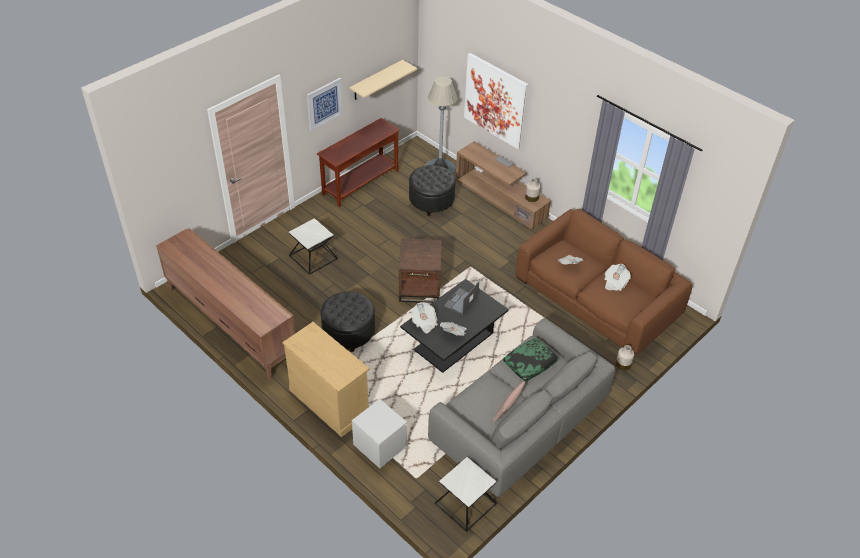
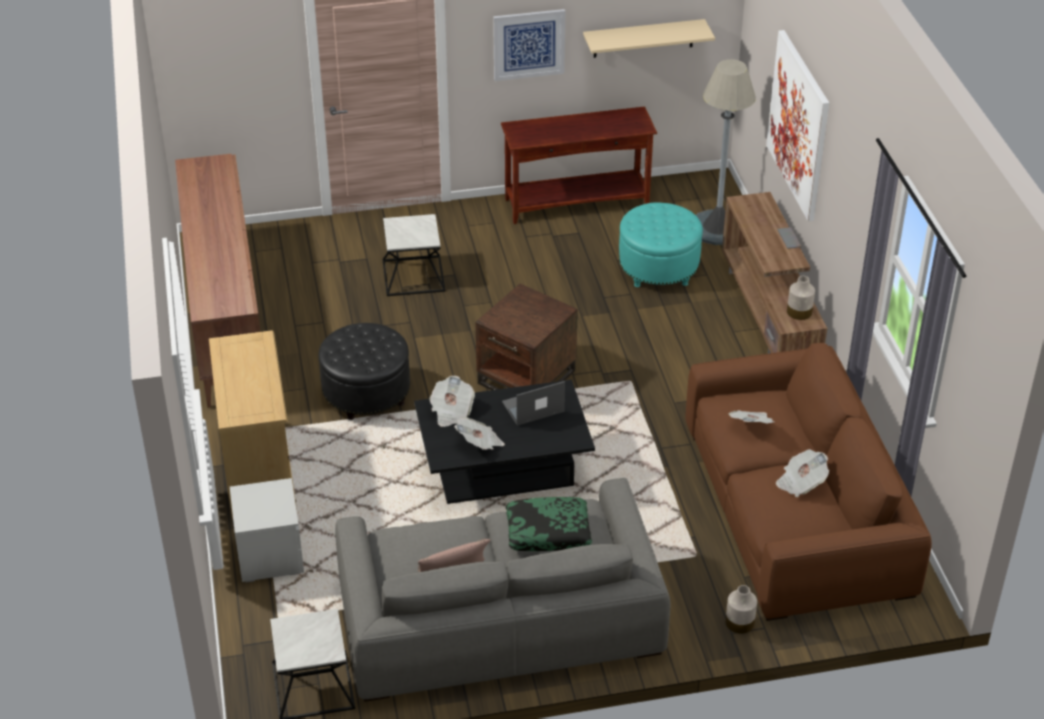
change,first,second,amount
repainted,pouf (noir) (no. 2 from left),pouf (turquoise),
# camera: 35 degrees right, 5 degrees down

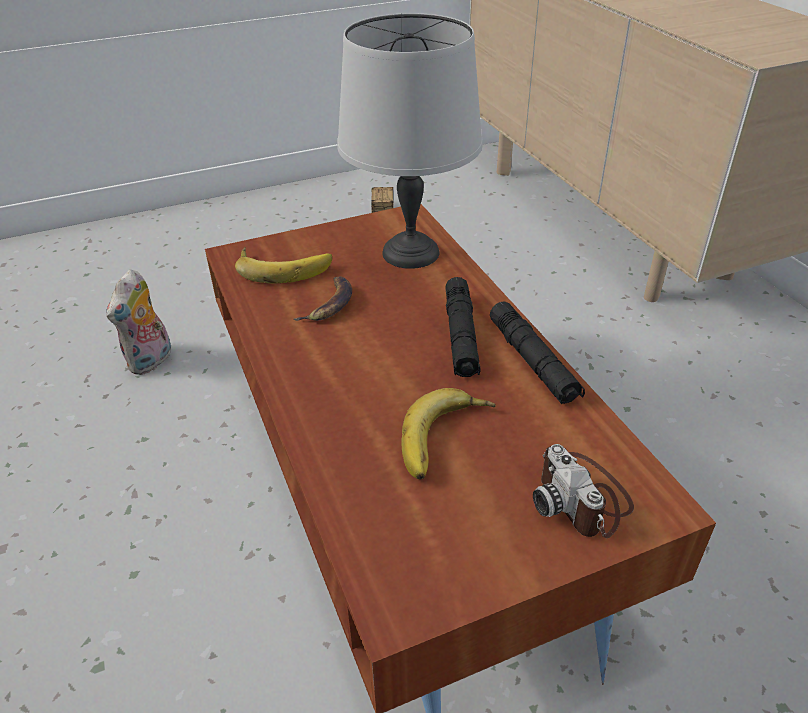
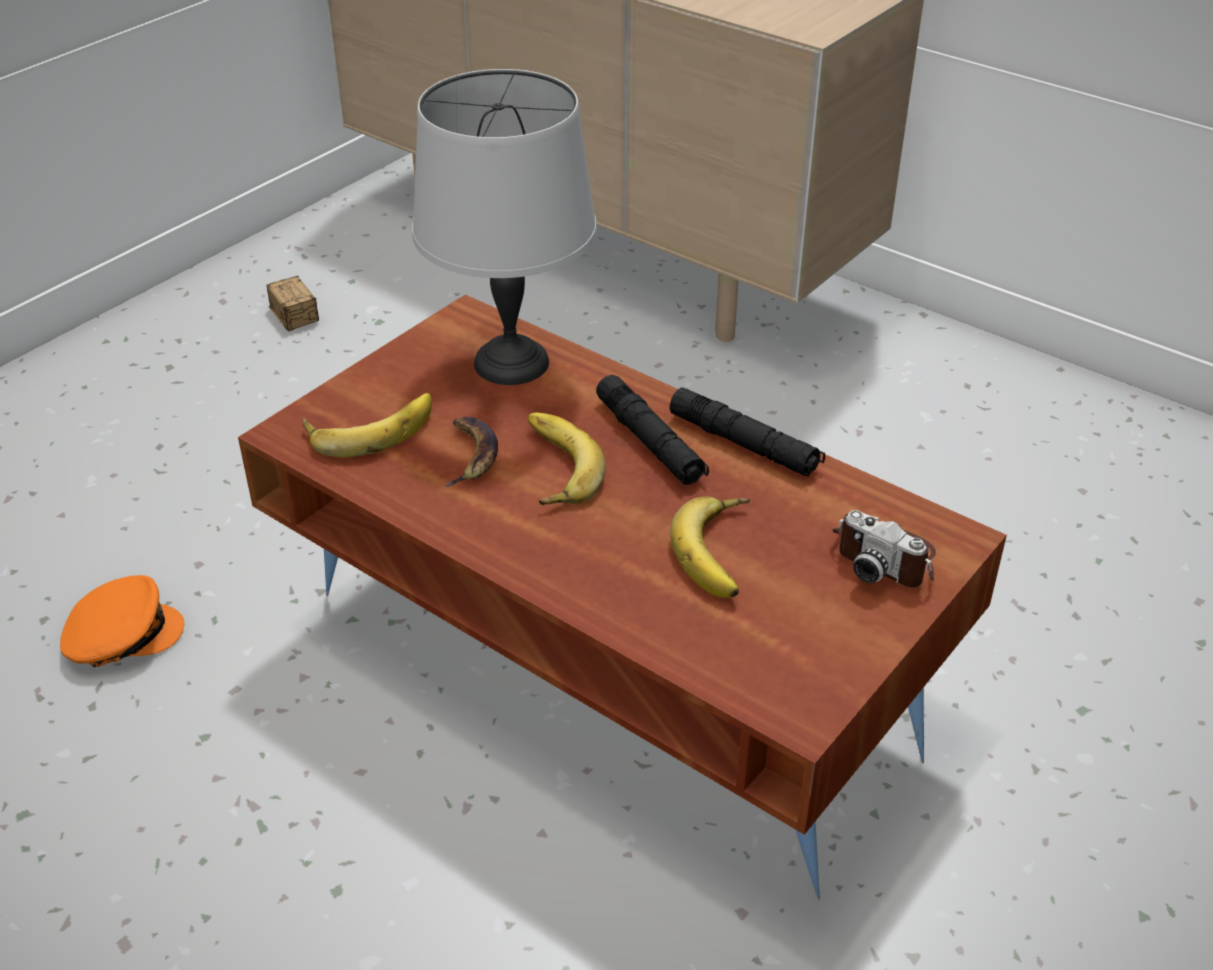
change,first,second,amount
swapped,peluche,casquette (orange),
new,,banane (no. 3 from left),
# camera: 30 degrees left, 0 degrees up

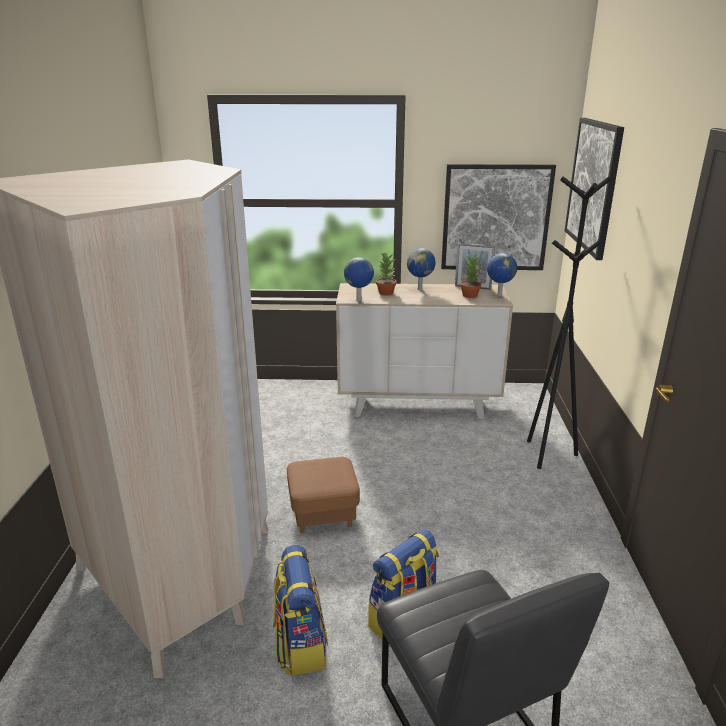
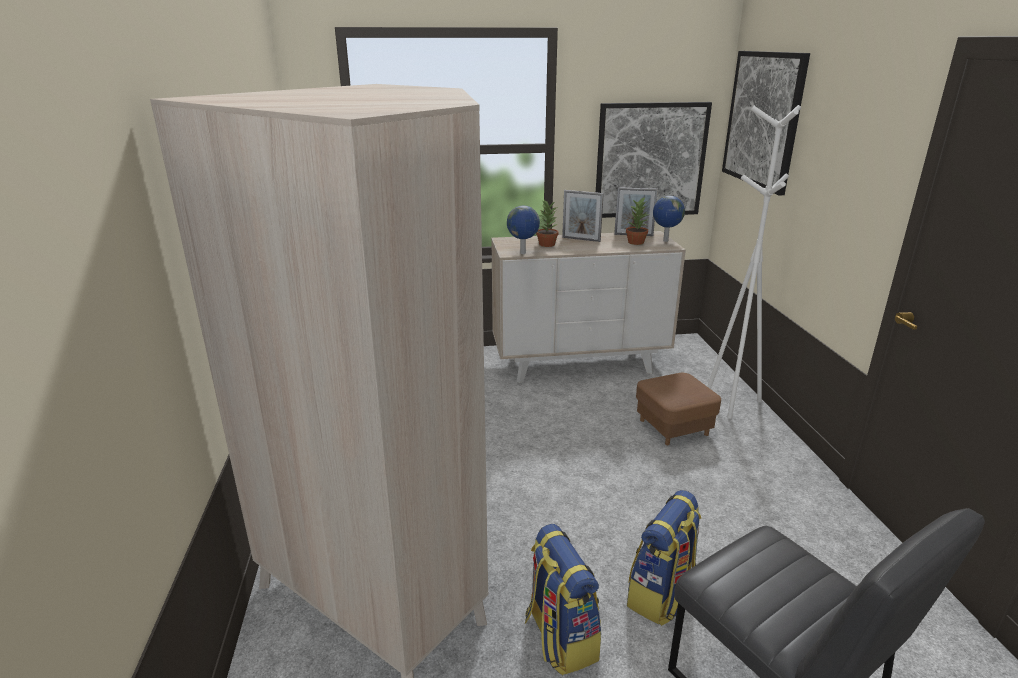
change,first,second,amount
shifted,pouf (marron),,
swapped,globe (no. 2 from left),cadre photo (no. 1 from left),
repainted,portant (noir),portant (blanc),
# camera: 10 degrees left, 0 degrees up

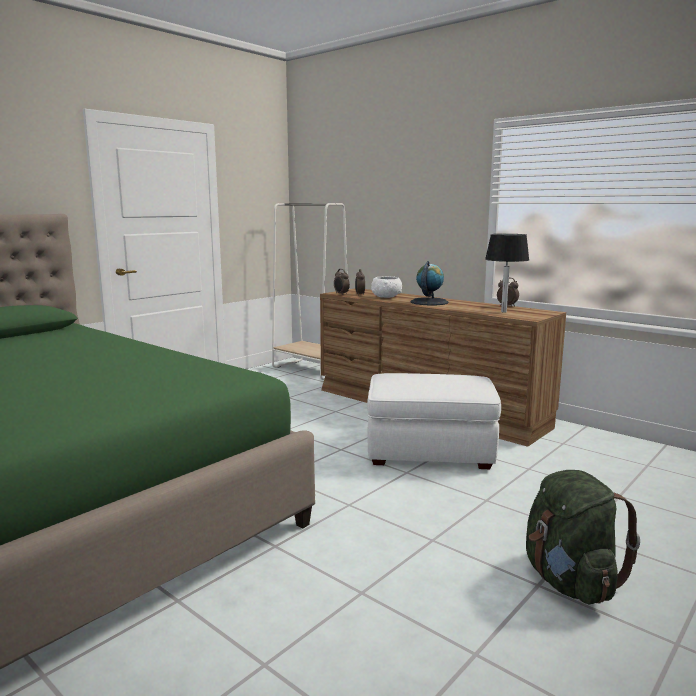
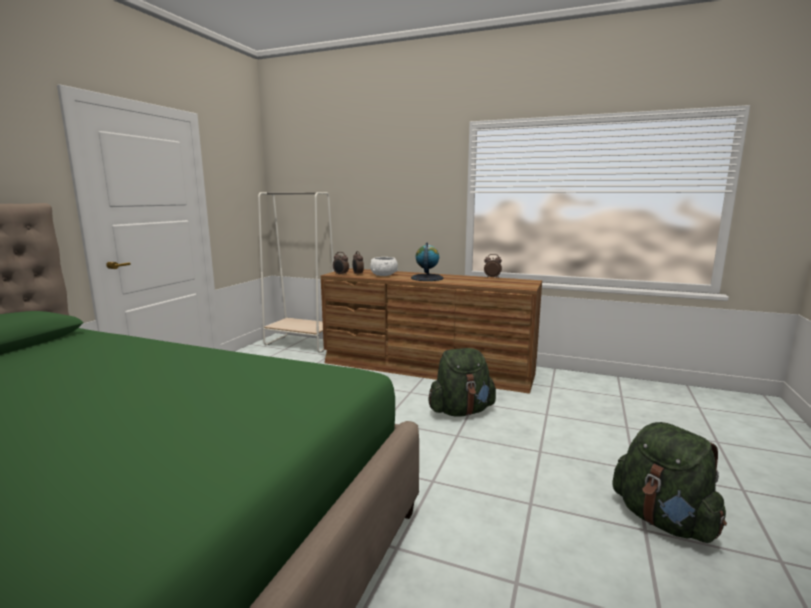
change,first,second,amount
swapped,pouf (blanc),sac à dos (vert) (no. 1 from left),
gone,lampe de table (noir),,
# camera: 20 degrees left, 0 degrees up

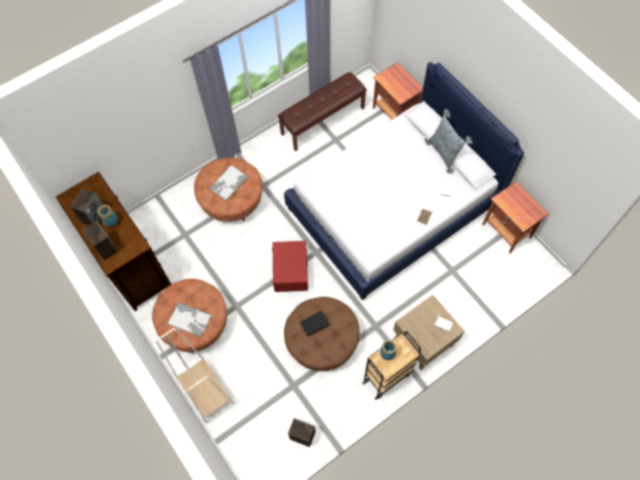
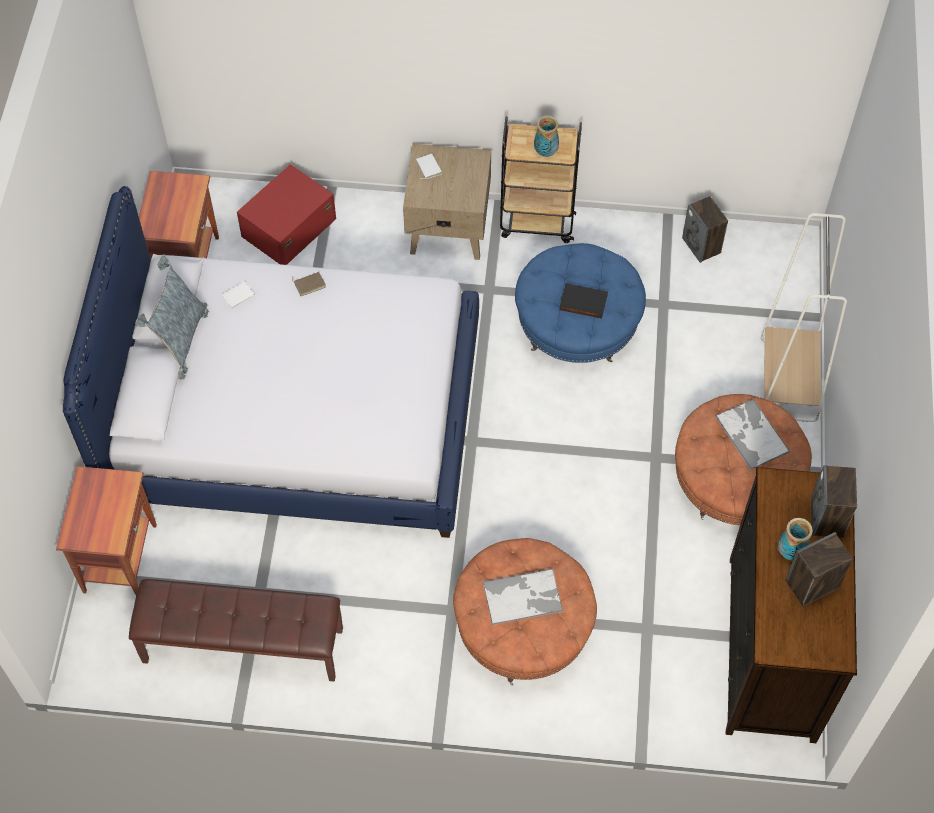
change,first,second,amount
shifted,boîte de rangement (rouge),,
repainted,pouf (marron) (no. 3 from left),pouf (bleu),
# camera: 140 degrees left, 5 degrees down

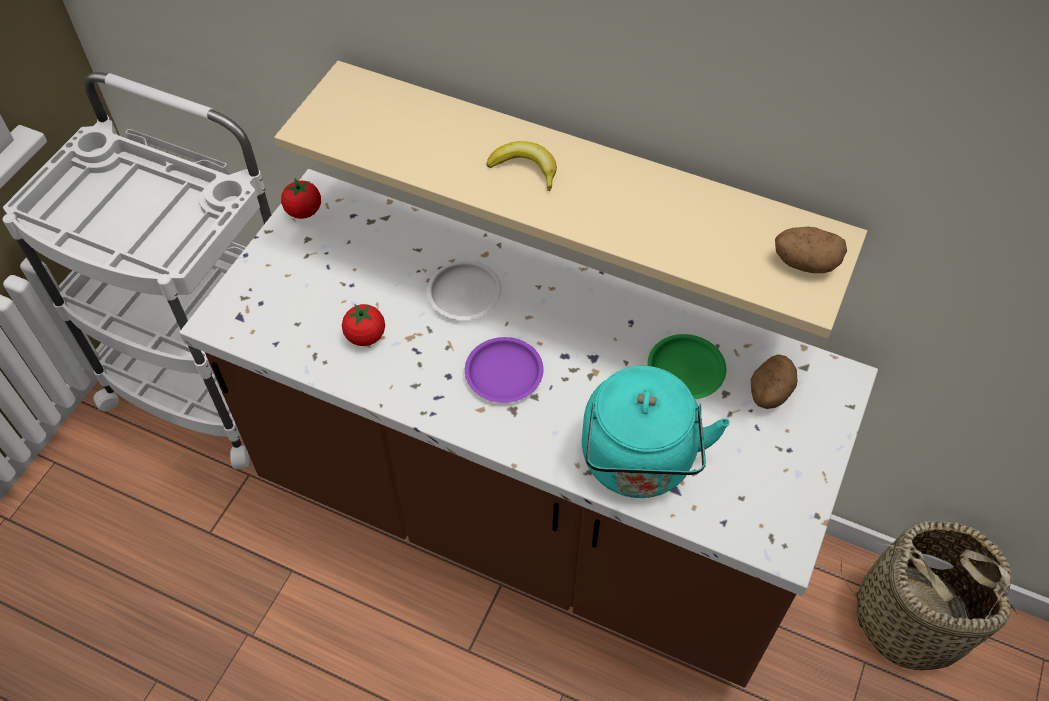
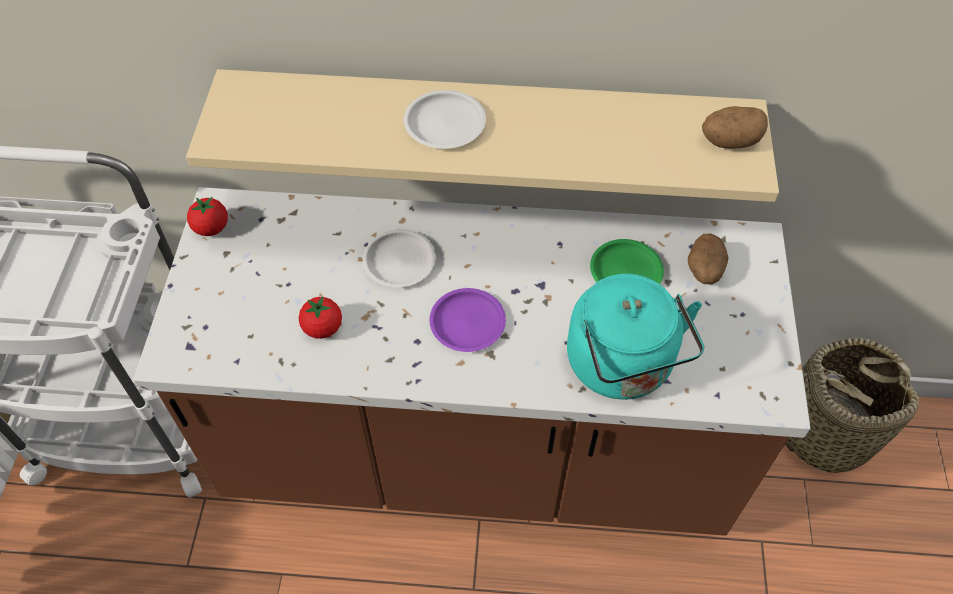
change,first,second,amount
swapped,banane,assiette (blanc) (no. 2 from left),
# camera: 20 degrees left, 0 degrees up

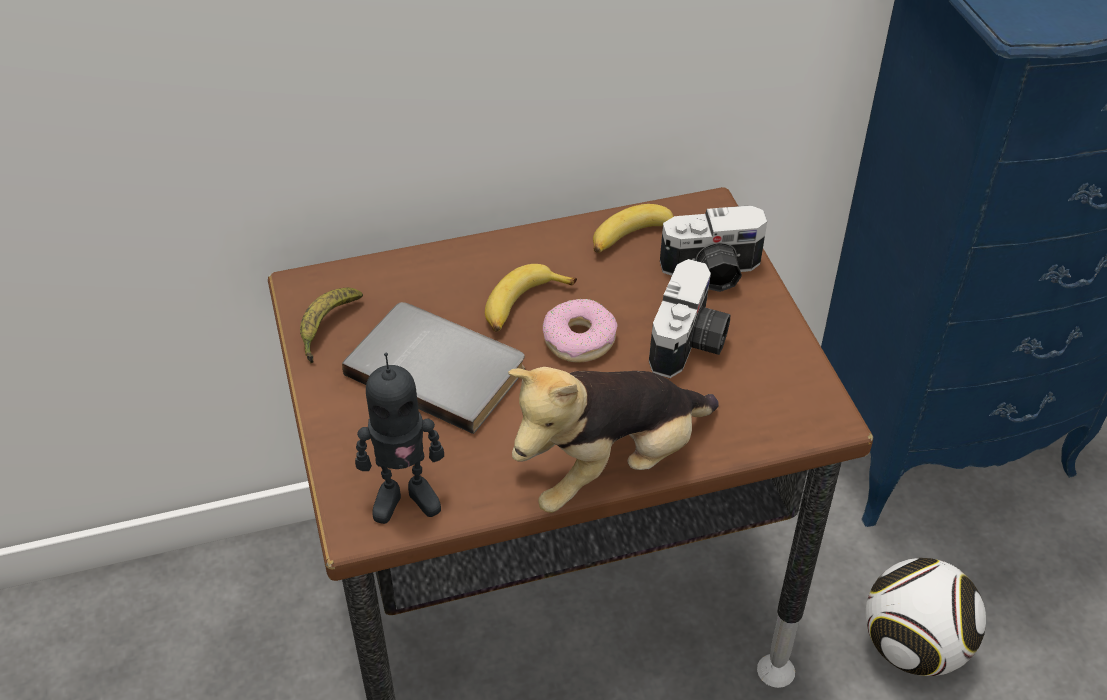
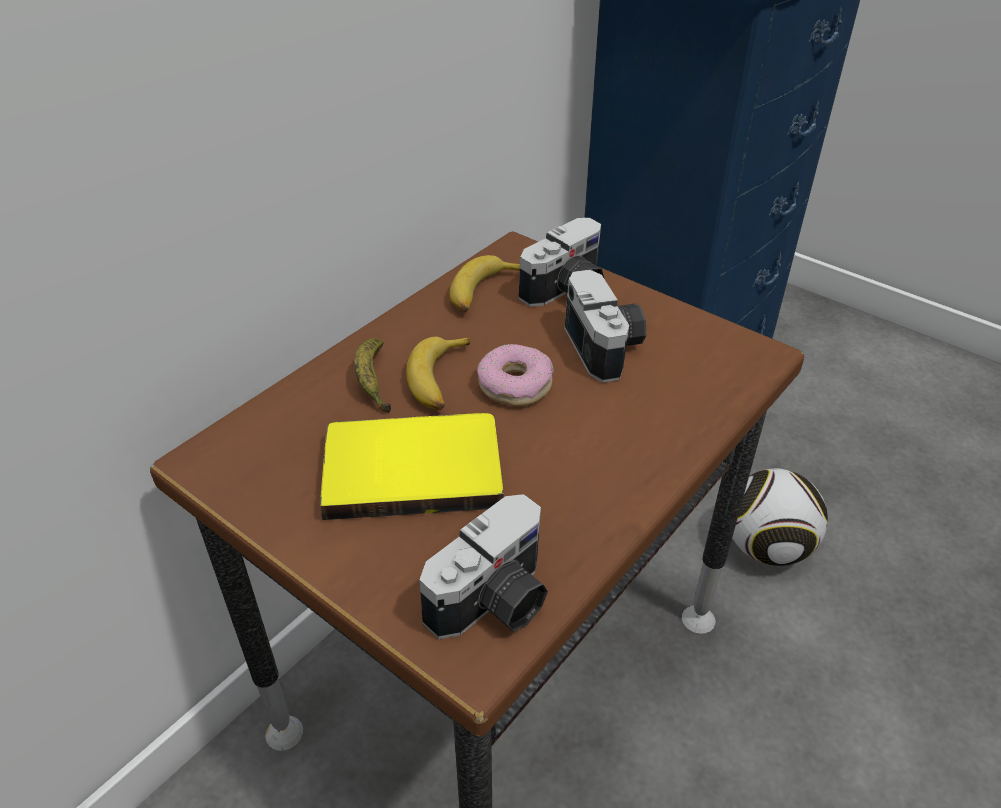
change,first,second,amount
shifted,banane (no. 1 from left),,
repainted,livre (gris),livre (jaune),
swapped,robot jouet,appareil photo (no. 1 from left),
gone,peluche,,
# camera: 35 degrees left, 5 degrees down

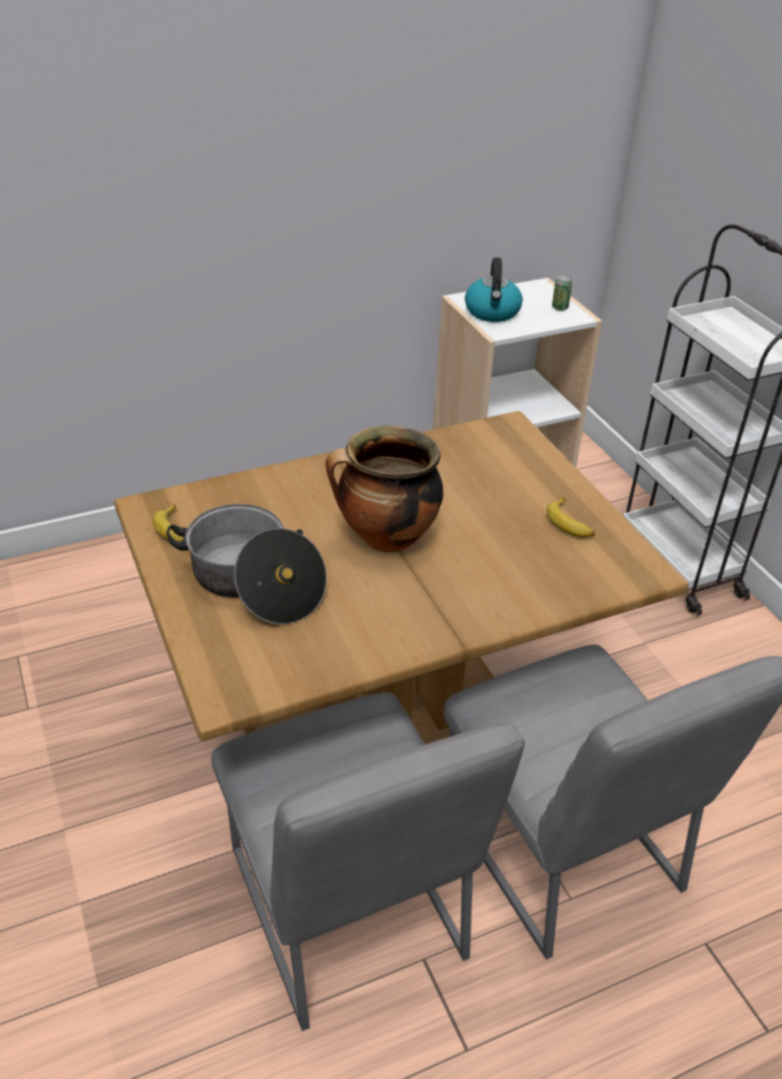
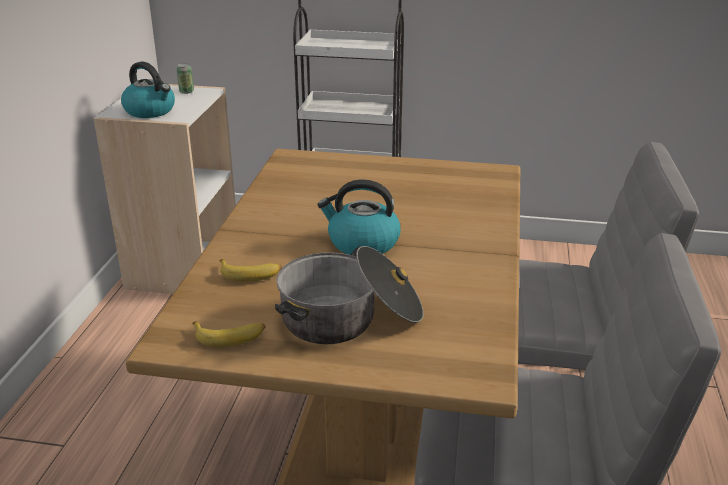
change,first,second,amount
swapped,marmite (no. 2 from left),bouilloire (no. 2 from left),
shifted,banane (no. 2 from left),,
# camera: 55 degrees left, 10 degrees down

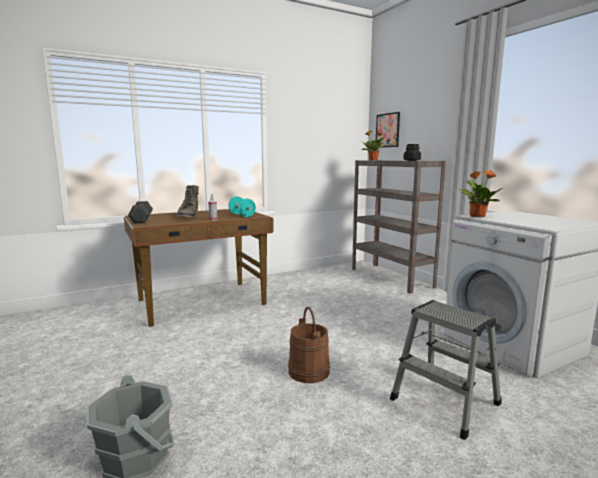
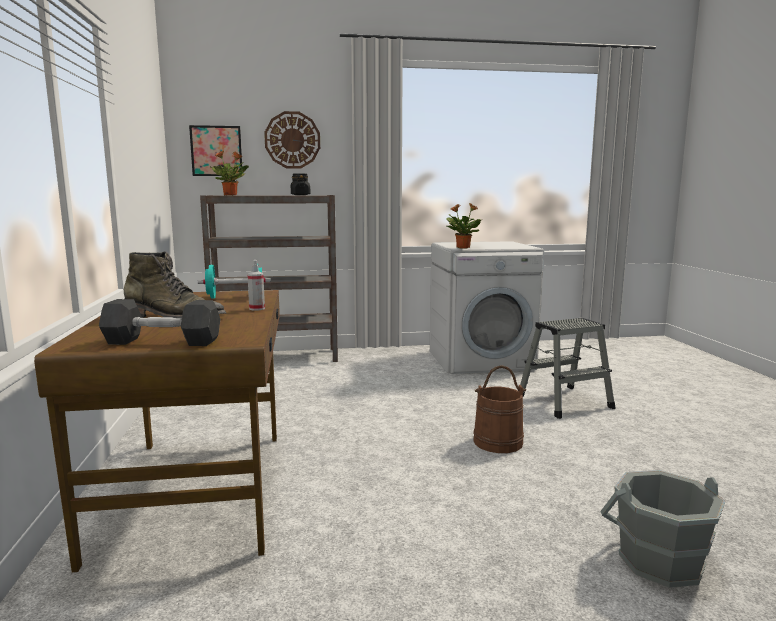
change,first,second,amount
new,,horloge murale,
# camera: 70 degrees left, 0 degrees up

